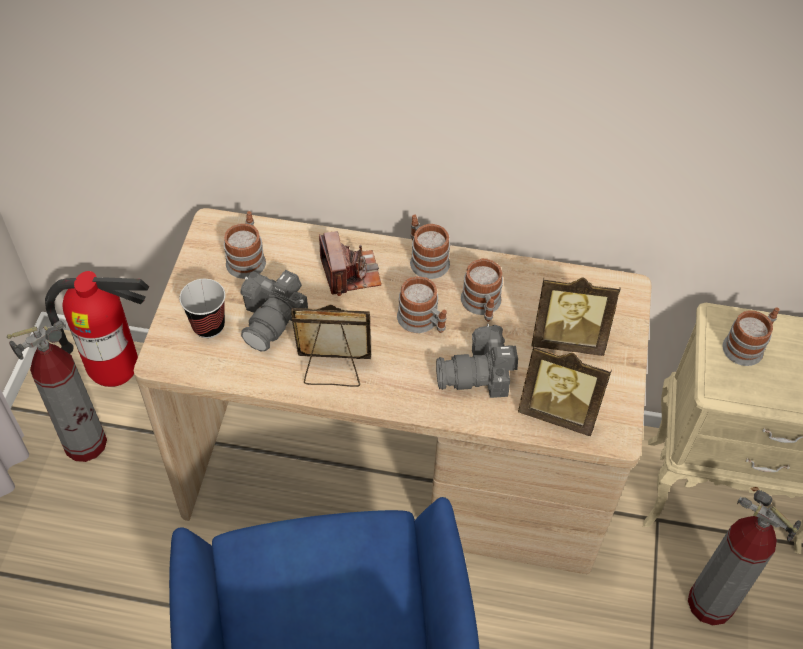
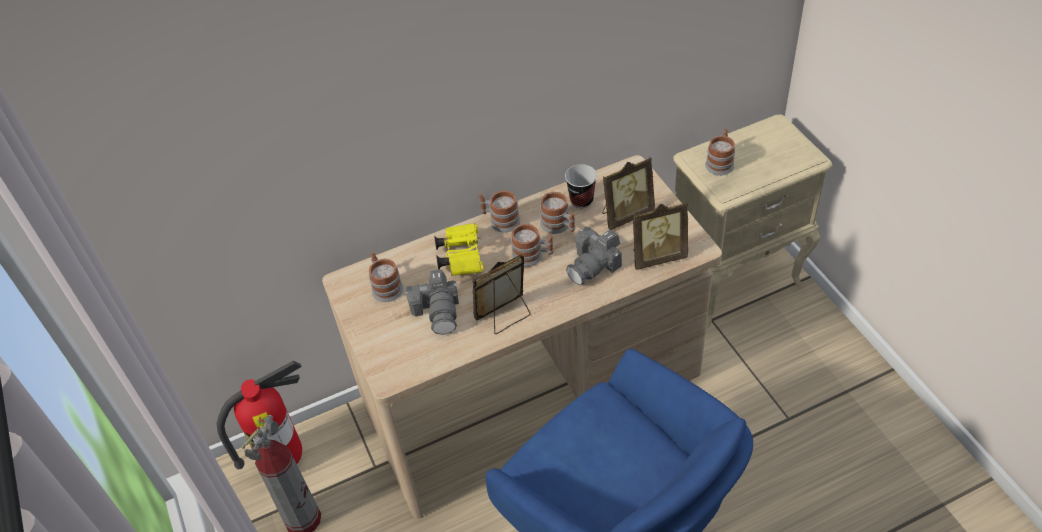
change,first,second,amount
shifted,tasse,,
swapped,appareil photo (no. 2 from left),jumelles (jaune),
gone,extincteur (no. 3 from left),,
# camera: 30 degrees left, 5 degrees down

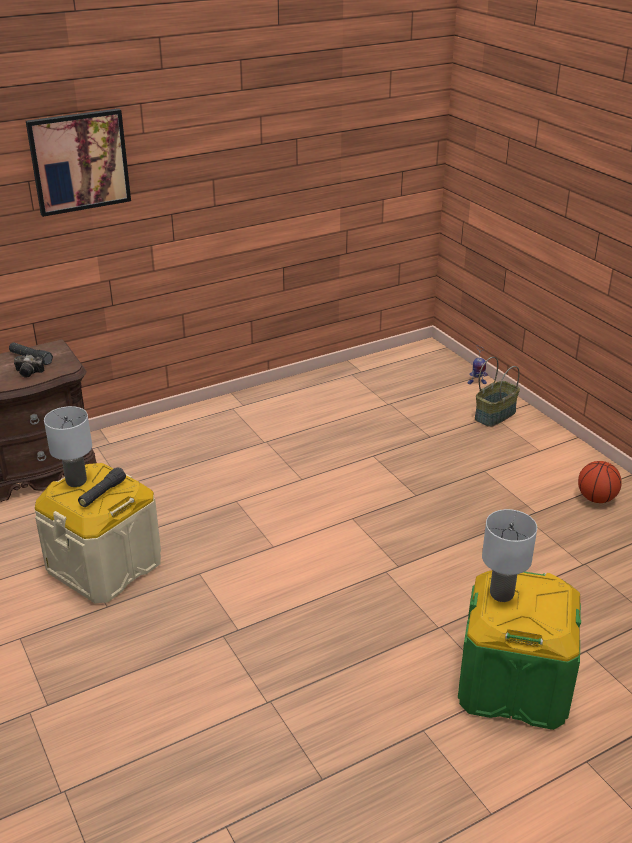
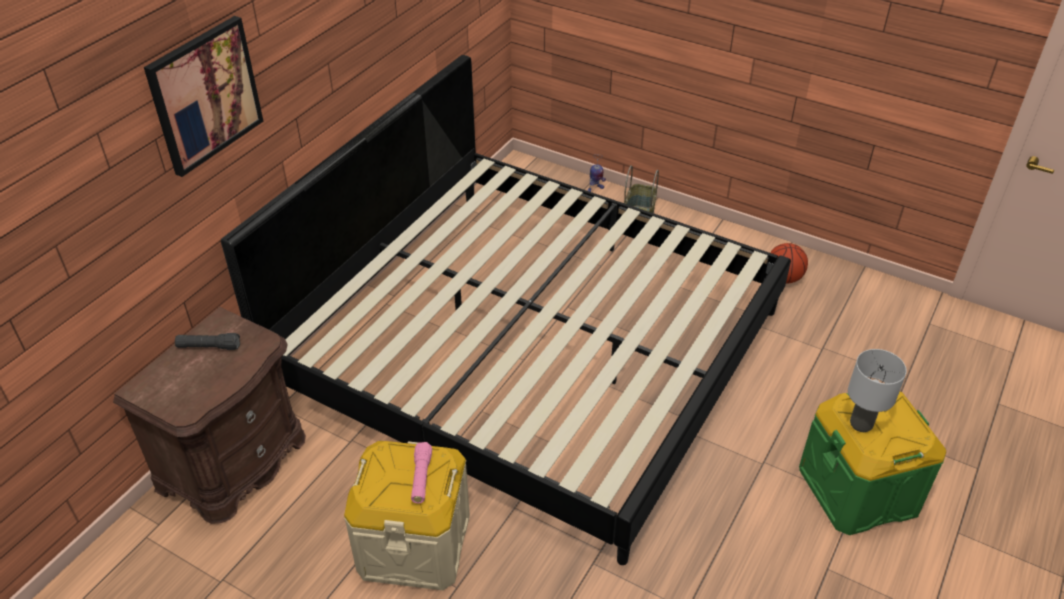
change,first,second,amount
gone,appareil photo,,
gone,lampe de table (blanc) (no. 1 from left),,
repainted,lampe de poche (noir) (no. 2 from left),lampe de poche (rose),
new,,lit,
# camera: 30 degrees left, 10 degrees up

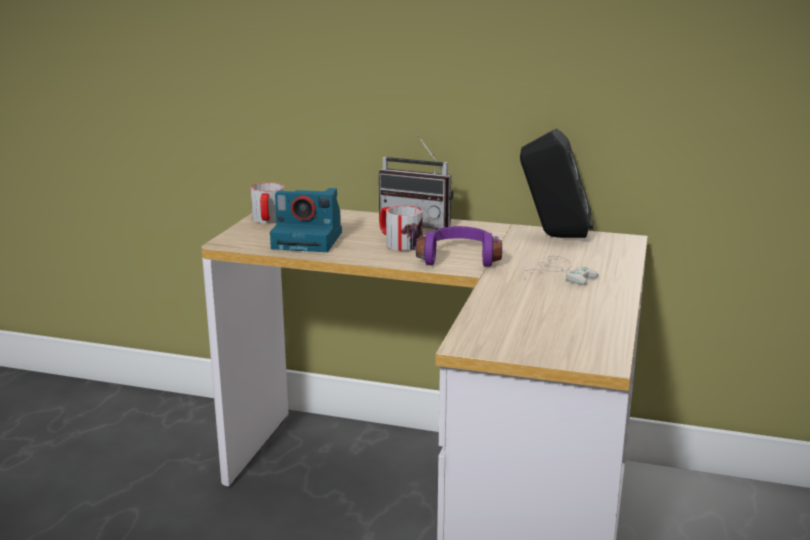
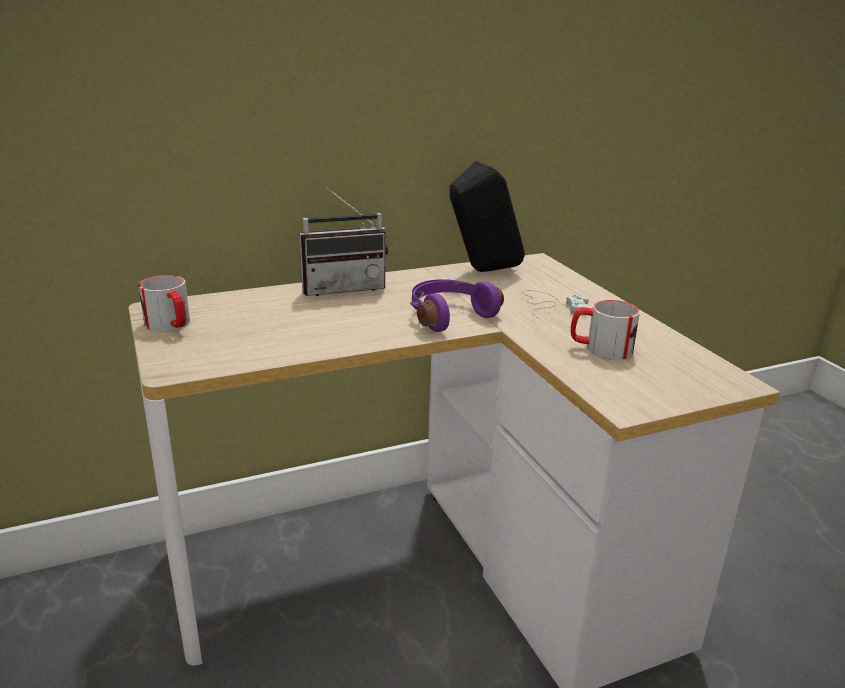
change,first,second,amount
gone,appareil photo,,
shifted,mug (no. 2 from left),,
# camera: 40 degrees left, 5 degrees up

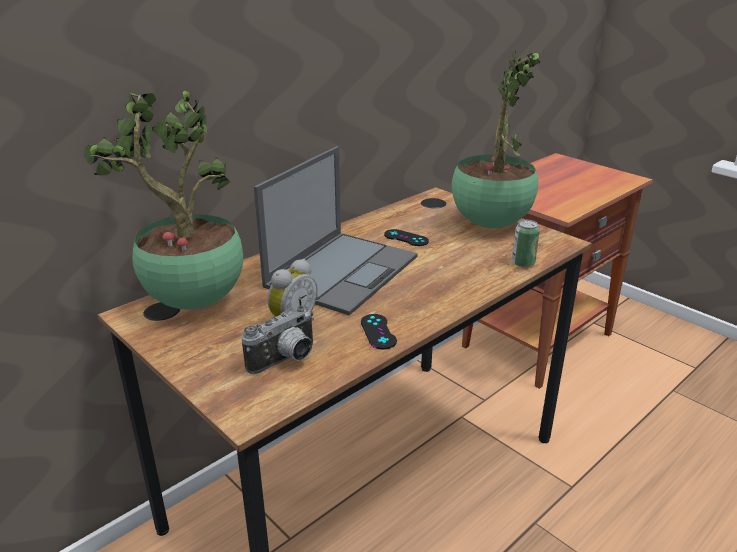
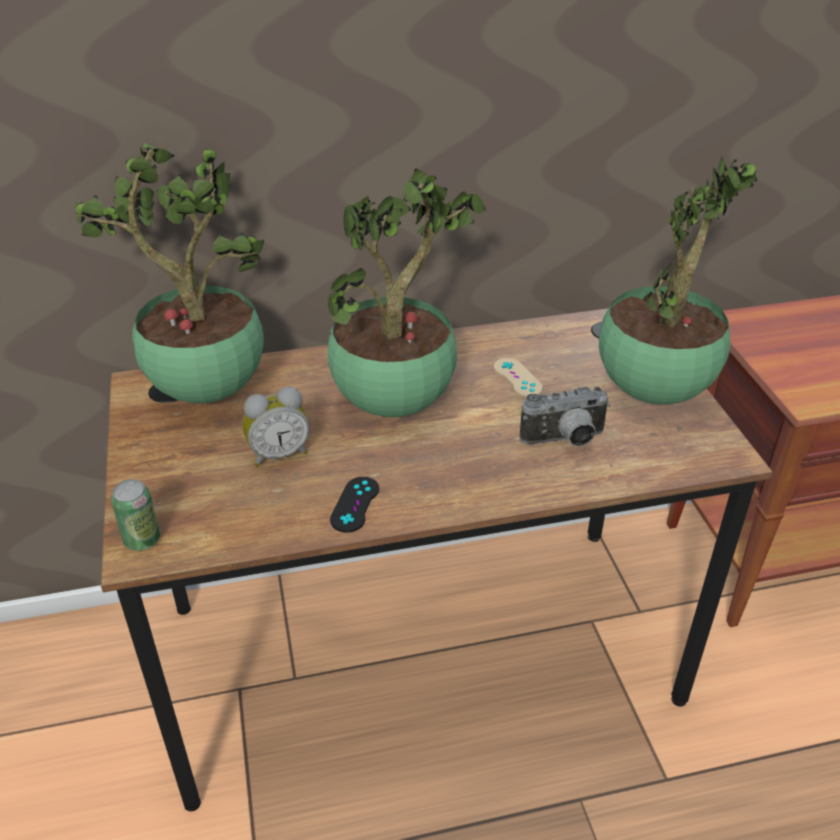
change,first,second,amount
shifted,appareil photo,,
swapped,ordinateur portable,plante en pot (no. 2 from left),
repainted,manette (noir) (no. 2 from left),manette (beige),
shifted,boîte métallique,,
# camera: 30 degrees right, 10 degrees up

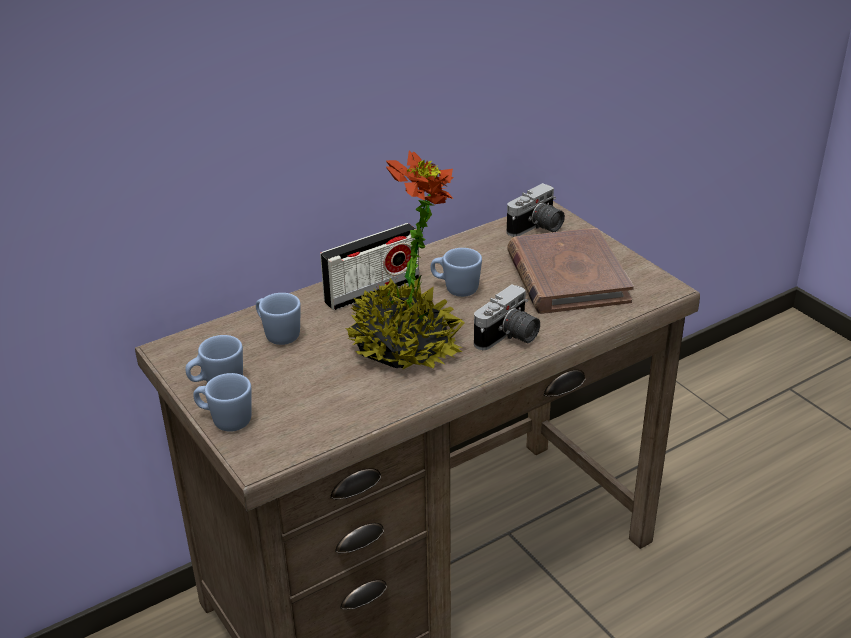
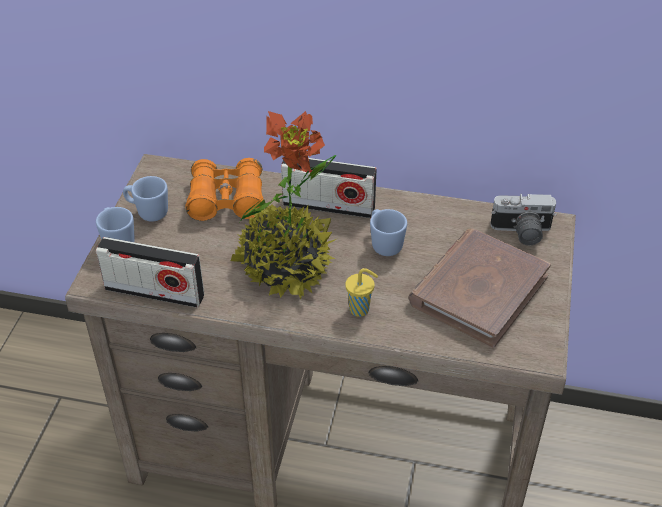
change,first,second,amount
swapped,mug (bleu) (no. 3 from left),jumelles (orange),
swapped,appareil photo (no. 1 from left),tasse (jaune),
new,,radio (no. 1 from left),
# camera: 45 degrees right, 10 degrees up

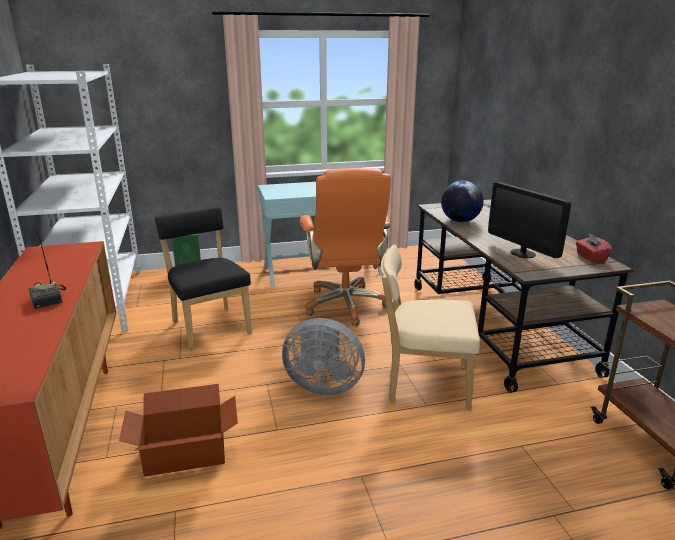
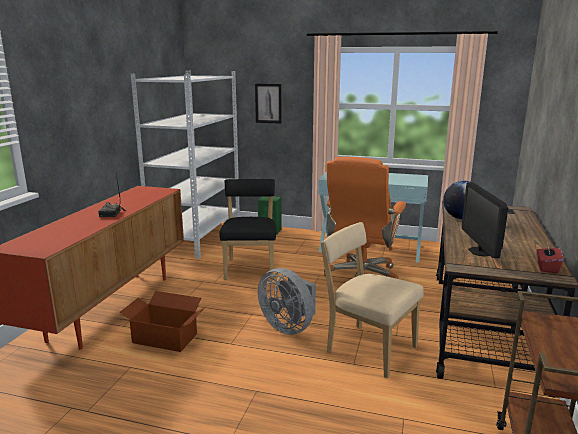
change,first,second,amount
new,,tableau,
# camera: 30 degrees right, 5 degrees down

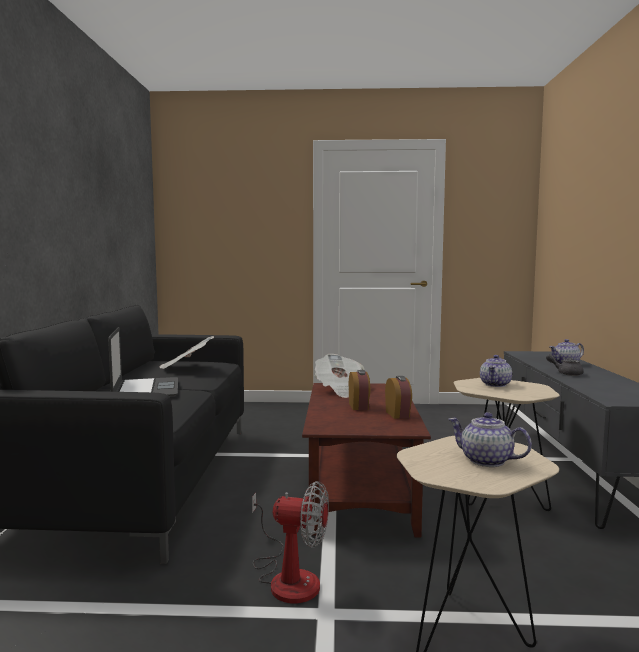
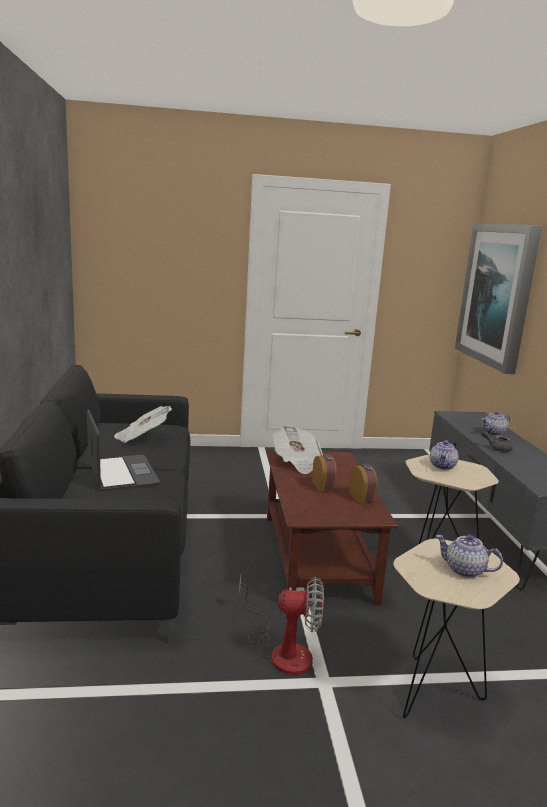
change,first,second,amount
new,,tableau,
# camera: 10 degrees left, 10 degrees up

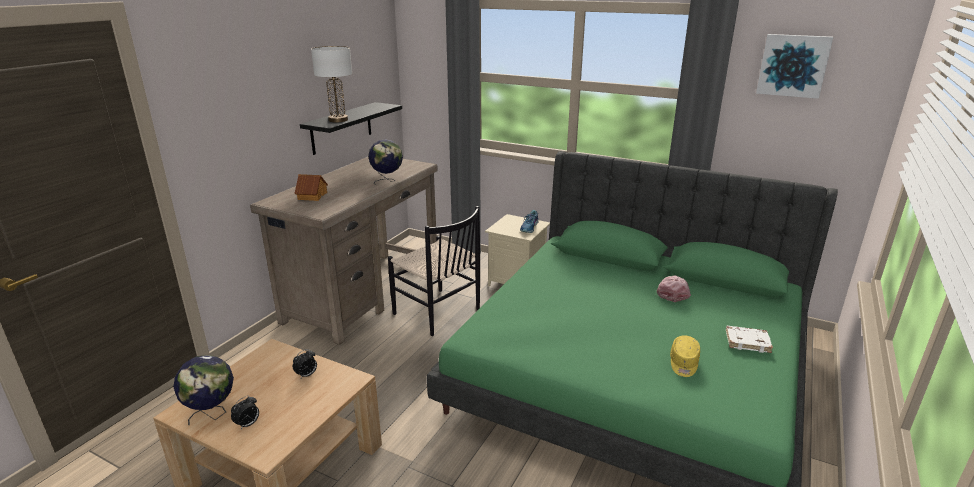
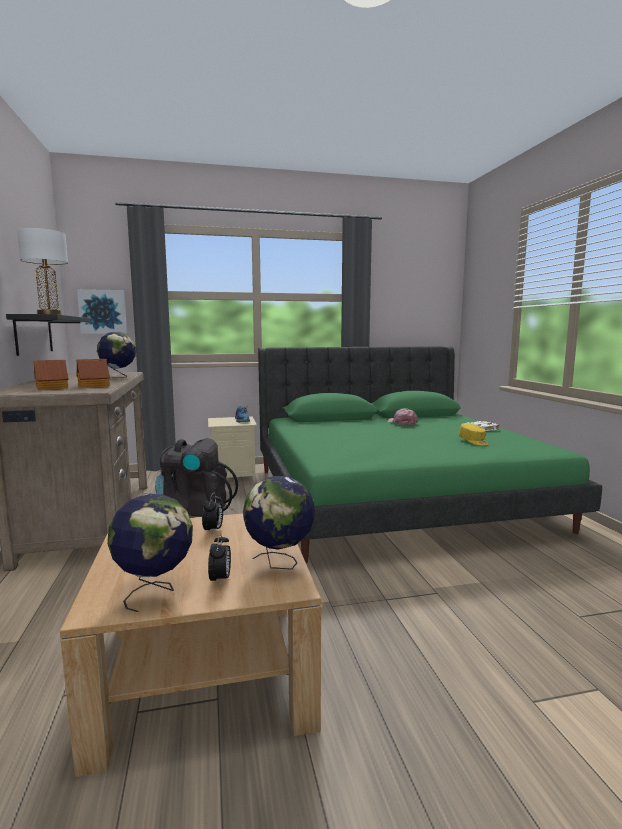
change,first,second,amount
swapped,chaise (noir),sac à dos (noir),
shifted,tableau,,
new,,maison miniature (no. 2 from left),
new,,globe (no. 3 from left),
# camera: 40 degrees left, 15 degrees down

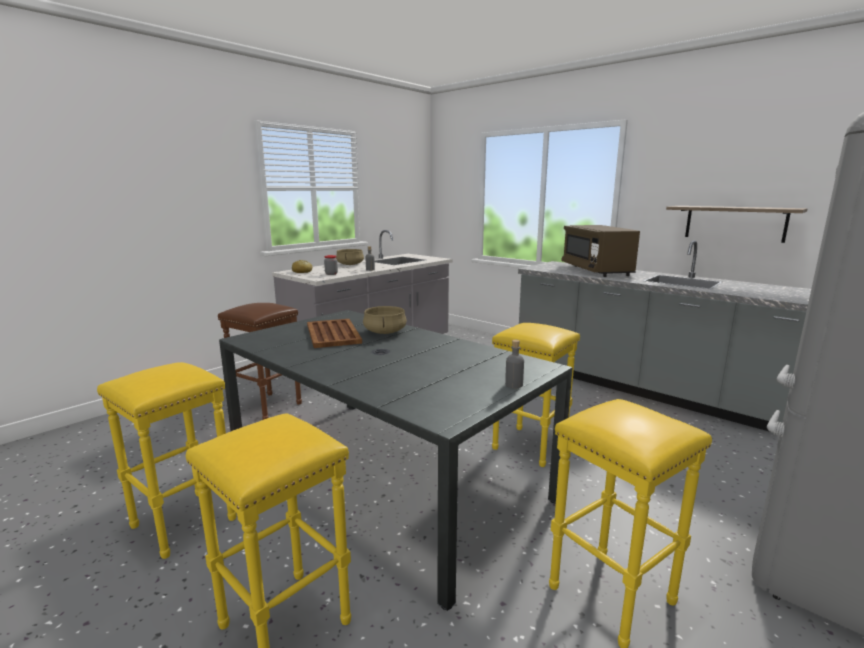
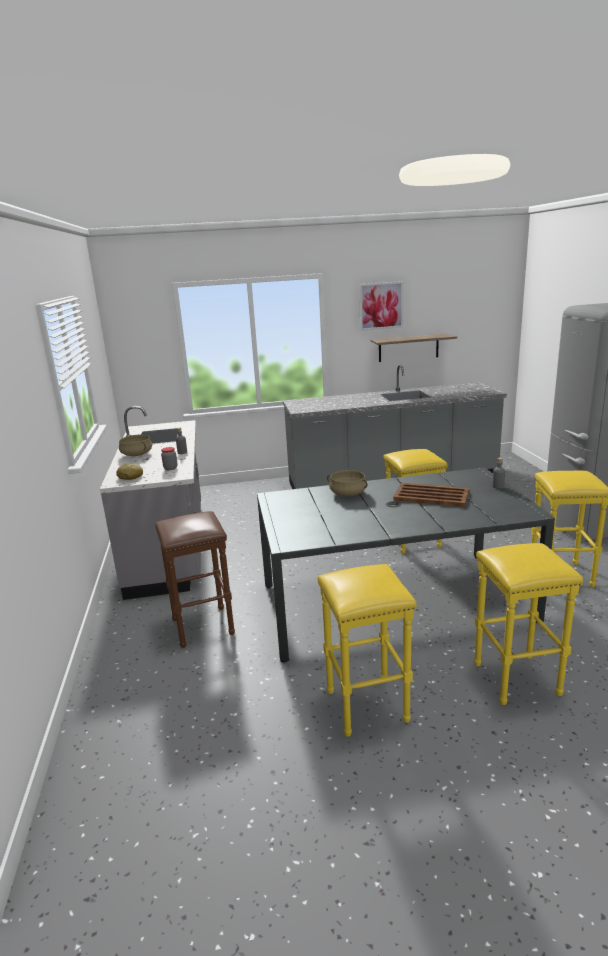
change,first,second,amount
shifted,plateau (marron),,
gone,micro-ondes (marron),,
new,,tableau,
# camera: 50 degrees left, 5 degrees up

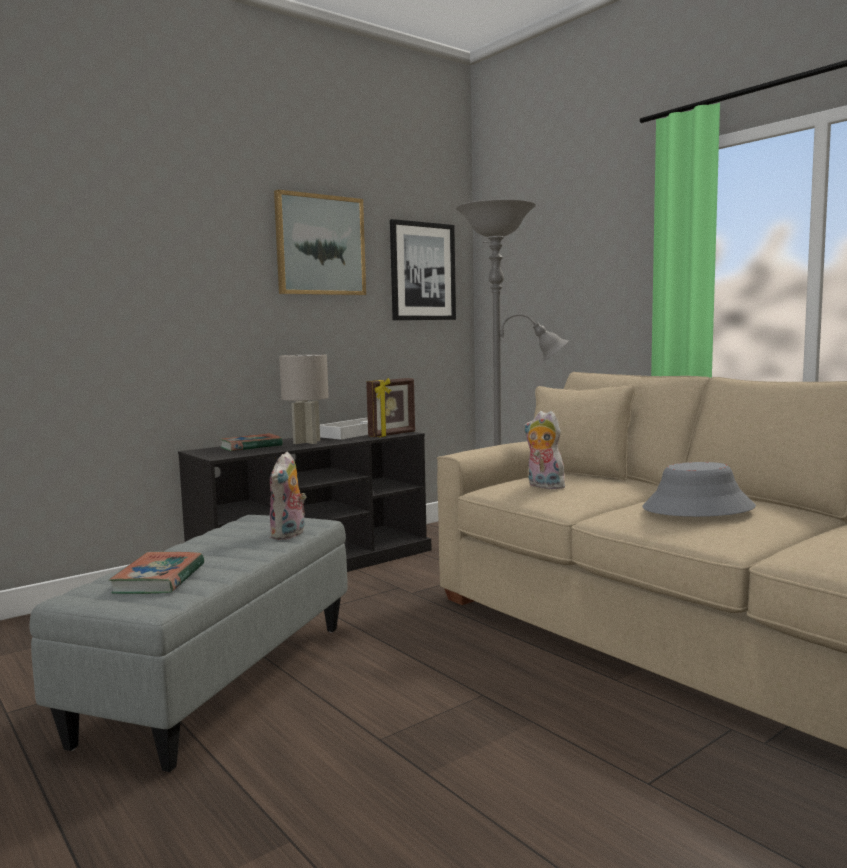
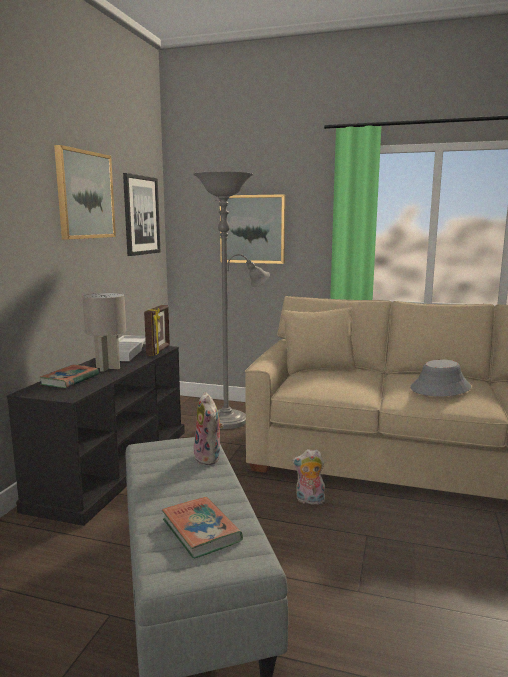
change,first,second,amount
shifted,peluche (no. 2 from left),,
new,,tableau (no. 3 from left),
# camera: 35 degrees left, 5 degrees up

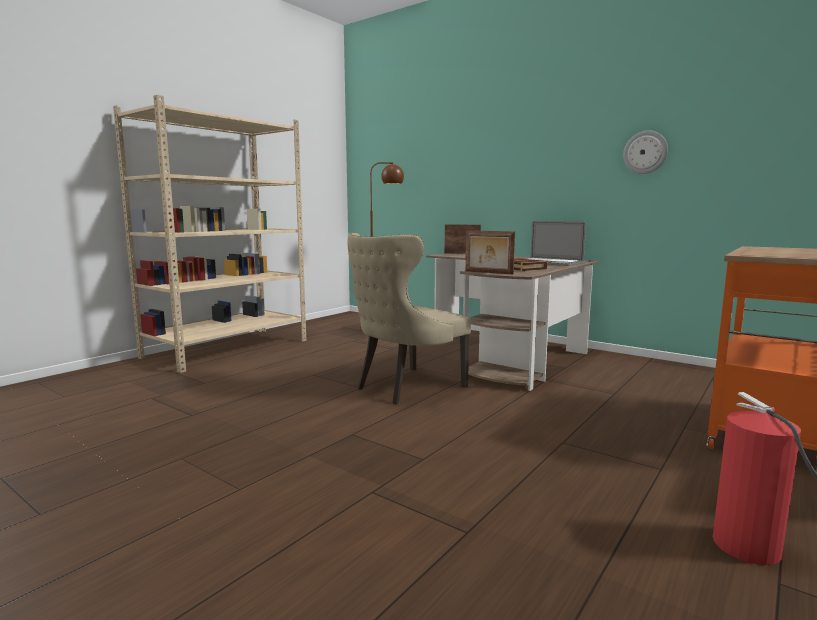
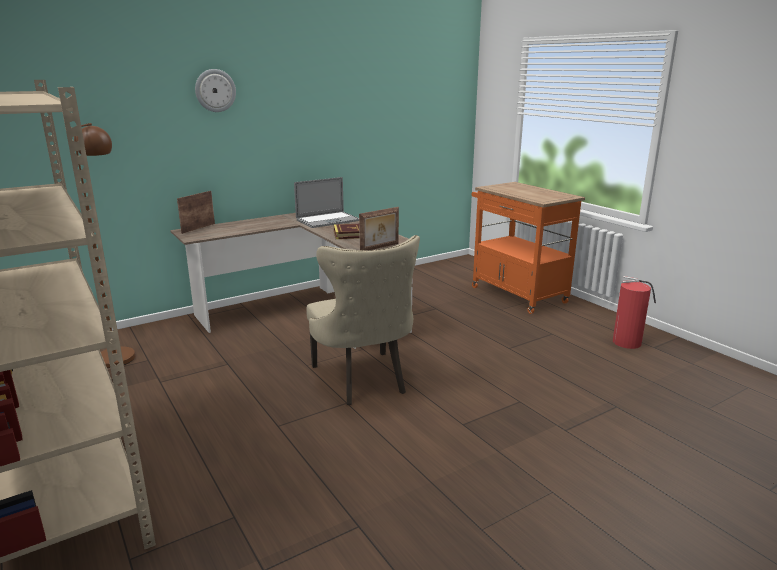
change,first,second,amount
shifted,horloge murale,,
# camera: 70 degrees left, 10 degrees up

